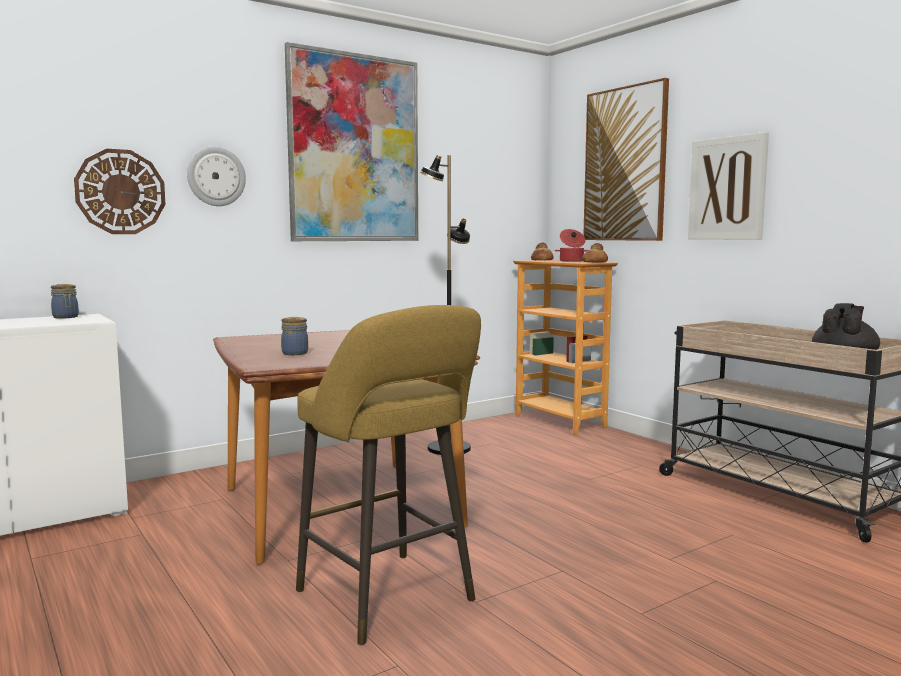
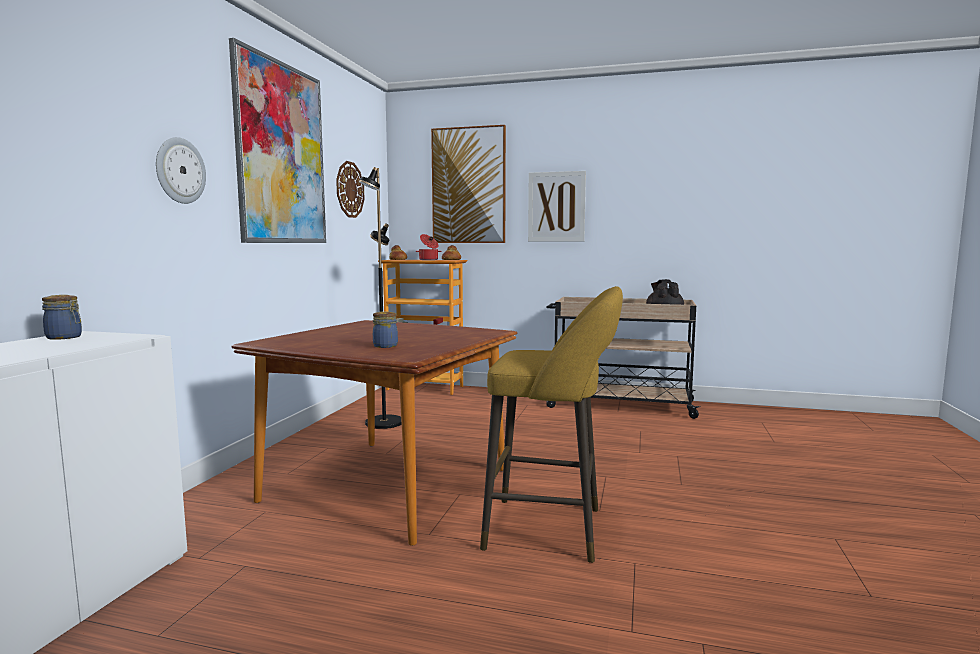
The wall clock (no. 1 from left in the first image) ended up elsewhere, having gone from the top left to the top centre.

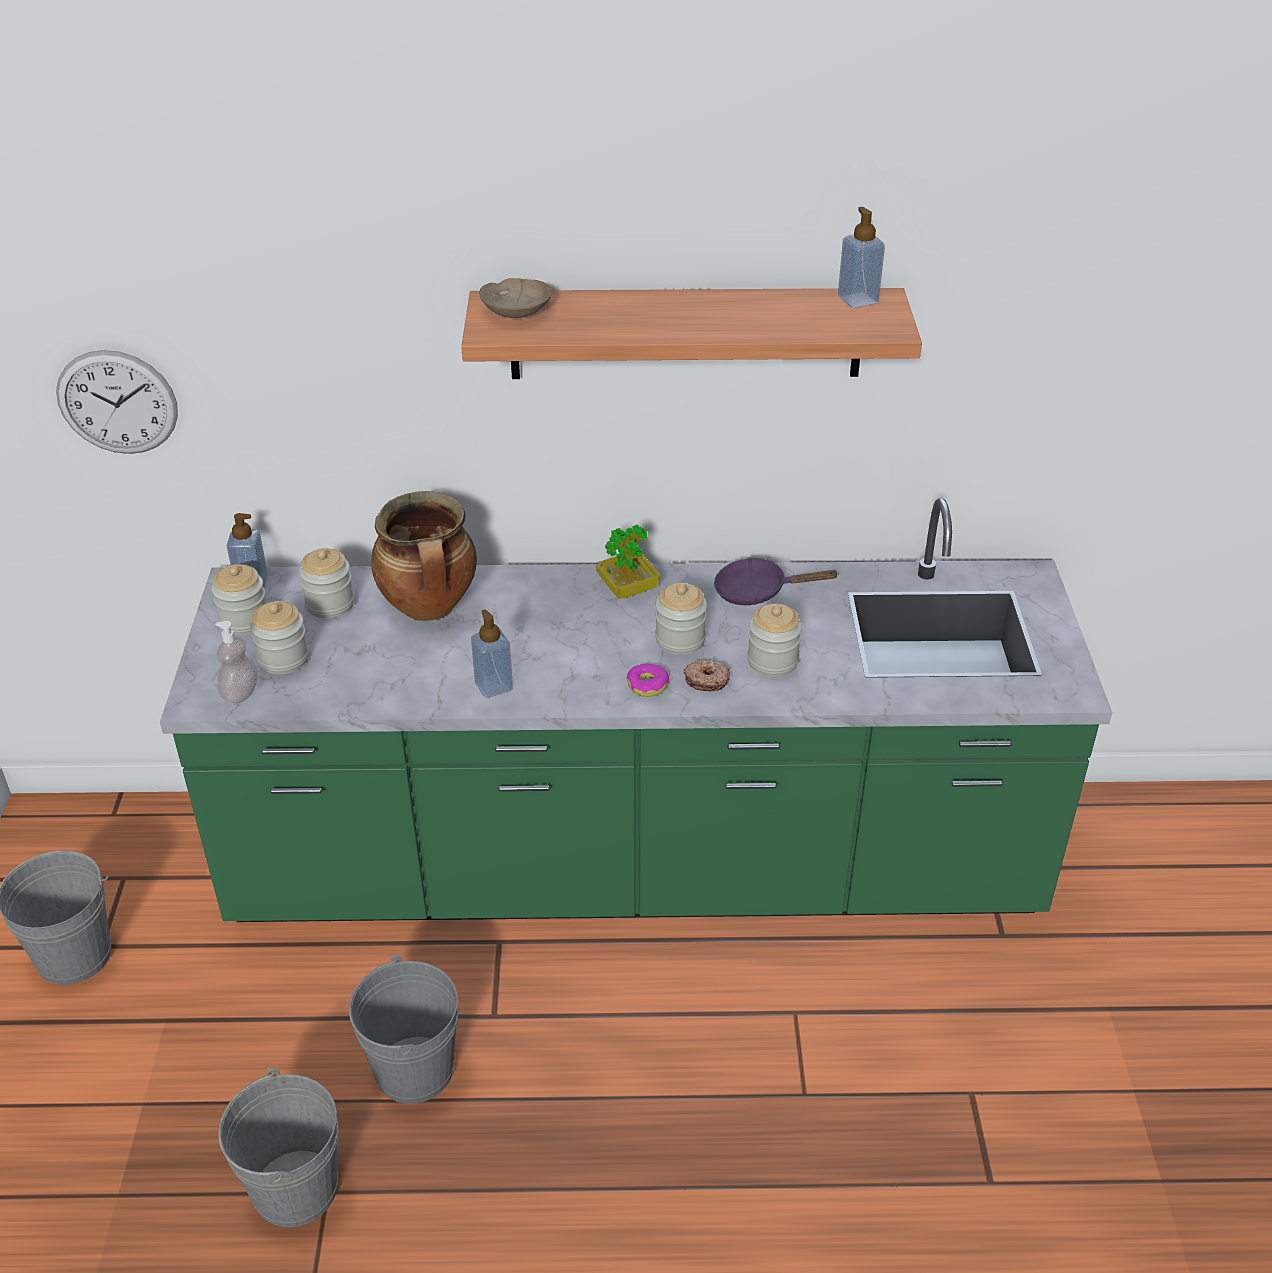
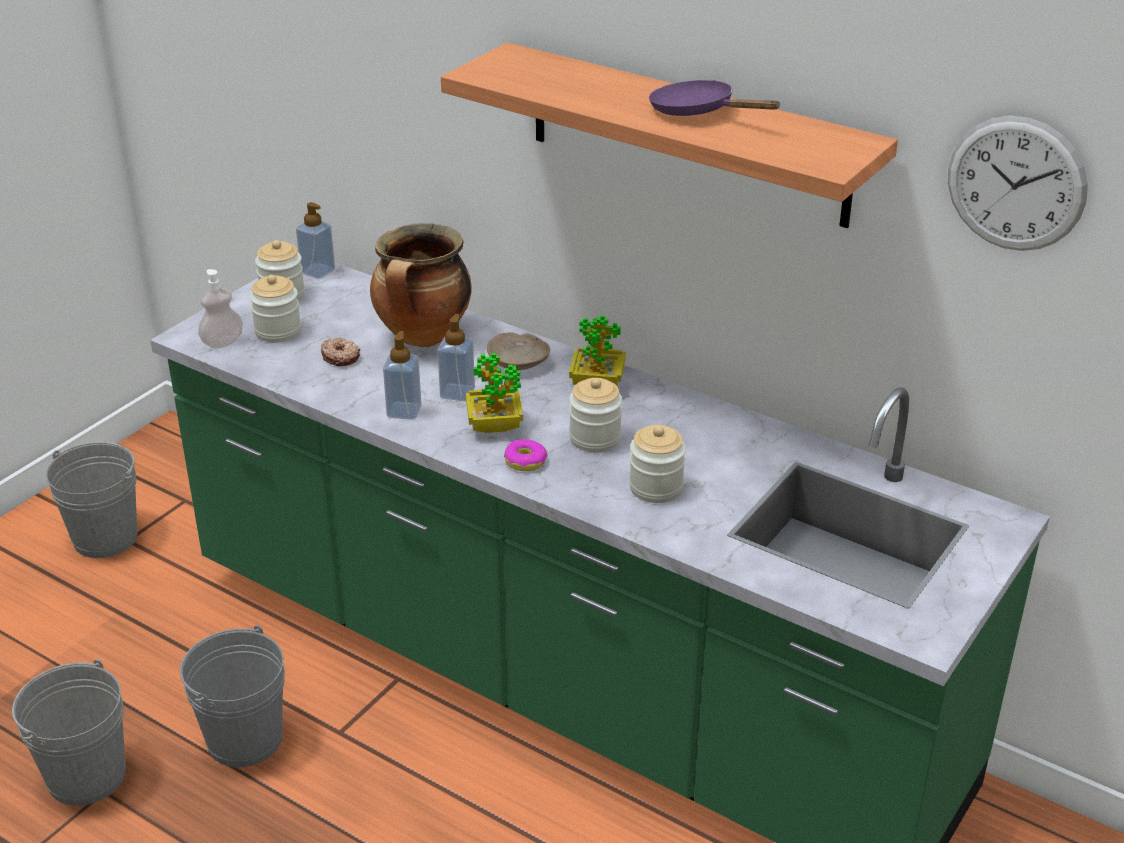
The donut (no. 2 from left in the first image) ended up elsewhere, having gone from the centre to the middle left.
The soap dispenser (no. 4 from left) ended up elsewhere, having gone from the top right to the centre.
The second view gained the potted plant (no. 1 from left) at the centre.
The beige bowl ended up elsewhere, having gone from the top centre to the centre.
The purple frying pan ended up elsewhere, having gone from the centre to the top centre.
The wall clock ended up elsewhere, having gone from the top left to the top right.
The second view lost the jar (no. 3 from left) at the middle left.

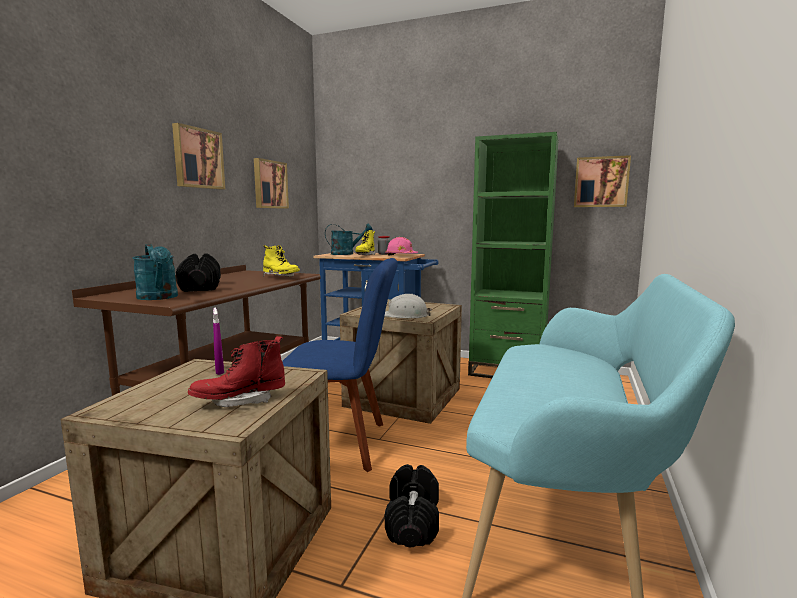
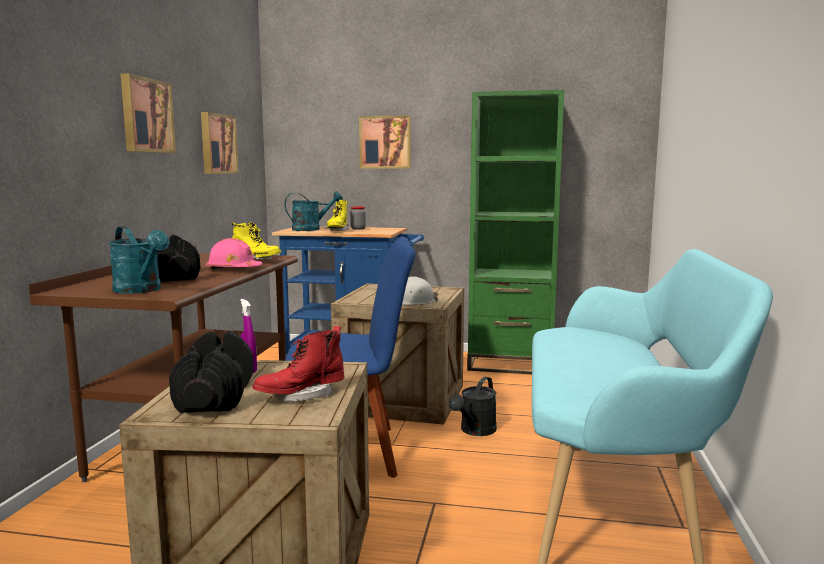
The black dumbbell (no. 2 from left) ended up elsewhere, having gone from the bottom centre to the middle left.
The pink hard hat ended up elsewhere, having gone from the centre to the middle left.
The picture (no. 3 from left) ended up elsewhere, having gone from the top right to the top centre.
The second view gained the black watering can at the bottom centre.

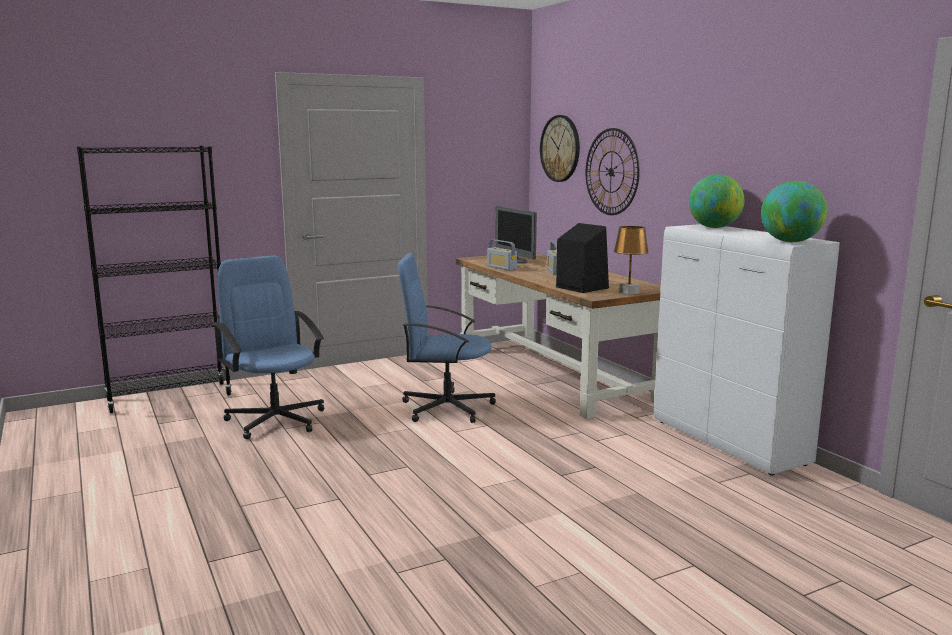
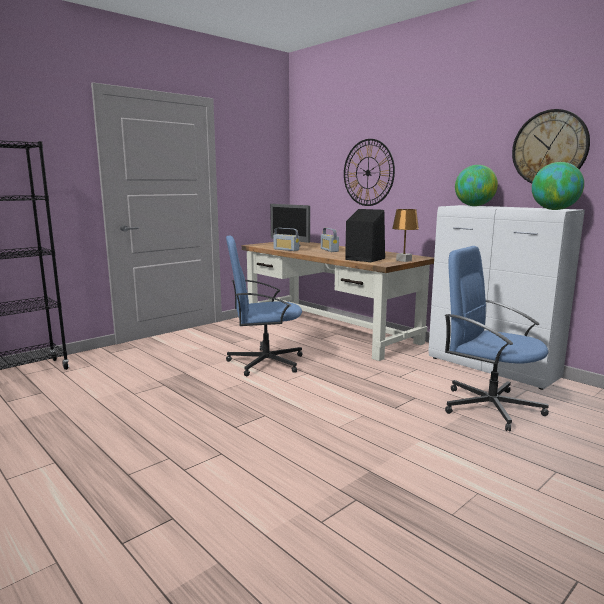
The blue office chair (no. 1 from left in the first image) ended up elsewhere, having gone from the middle left to the middle right.
The wall clock (no. 1 from left in the first image) ended up elsewhere, having gone from the top centre to the top right.

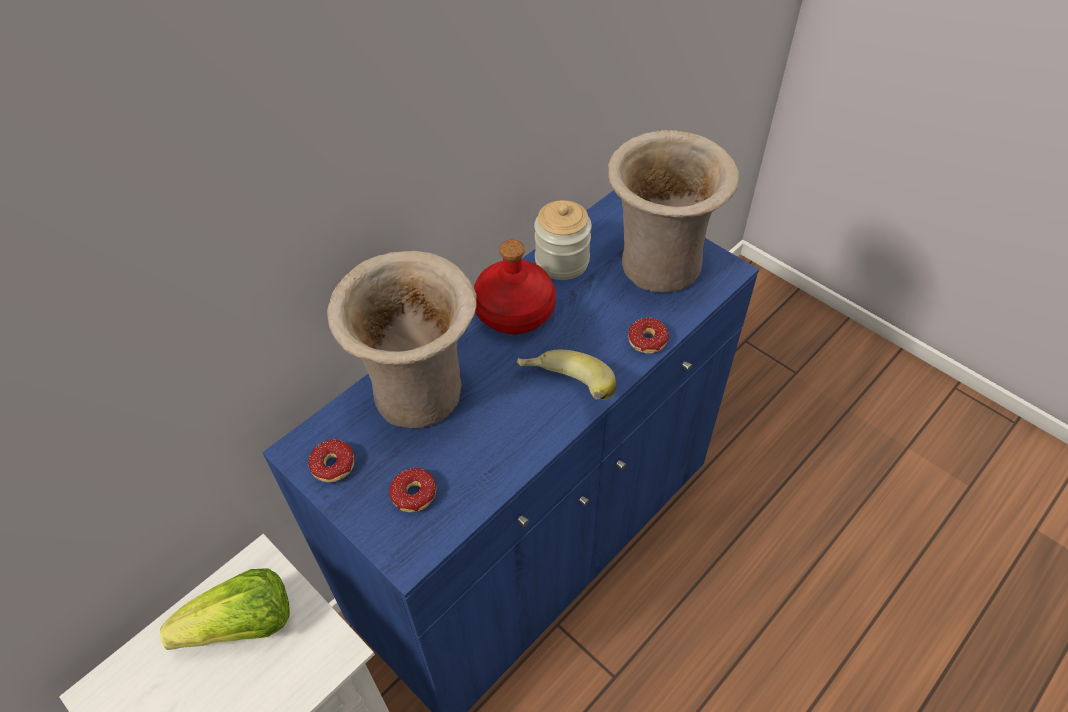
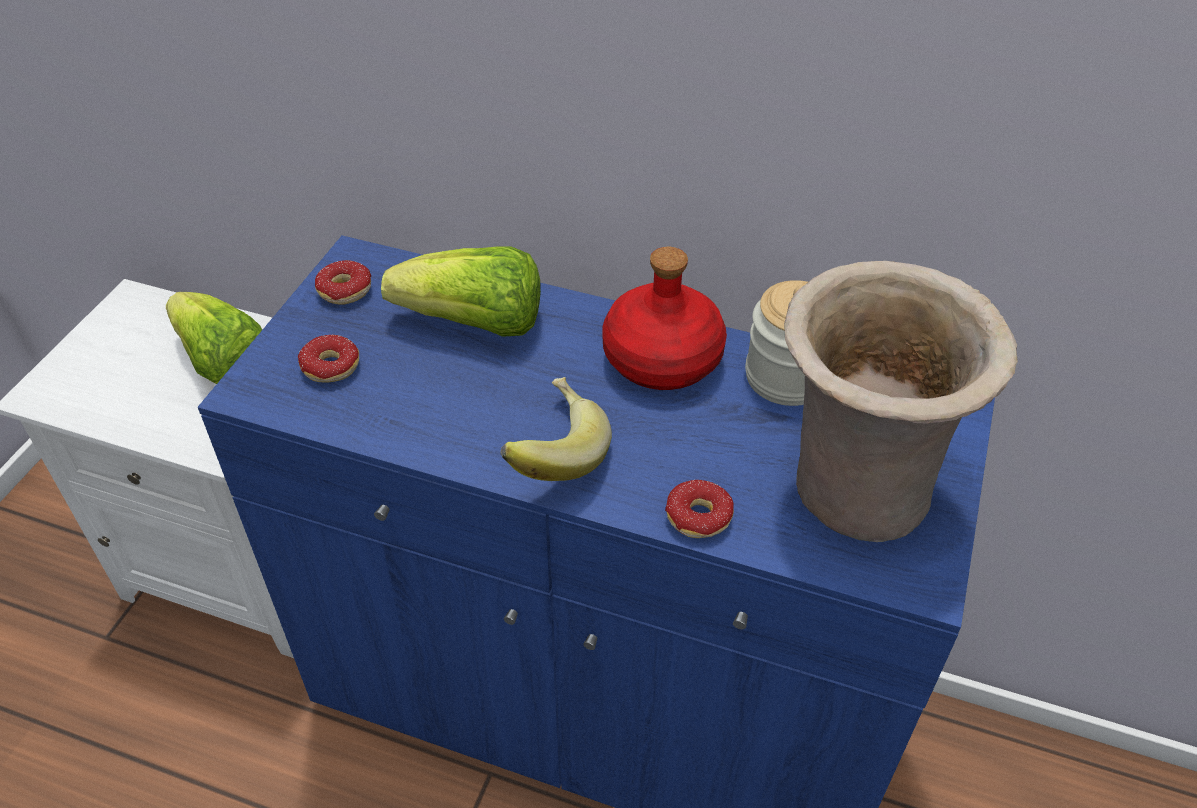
Where the beige vase (no. 1 from left) stood at the centre, the lettuce (no. 2 from left) came to stand at the centre.

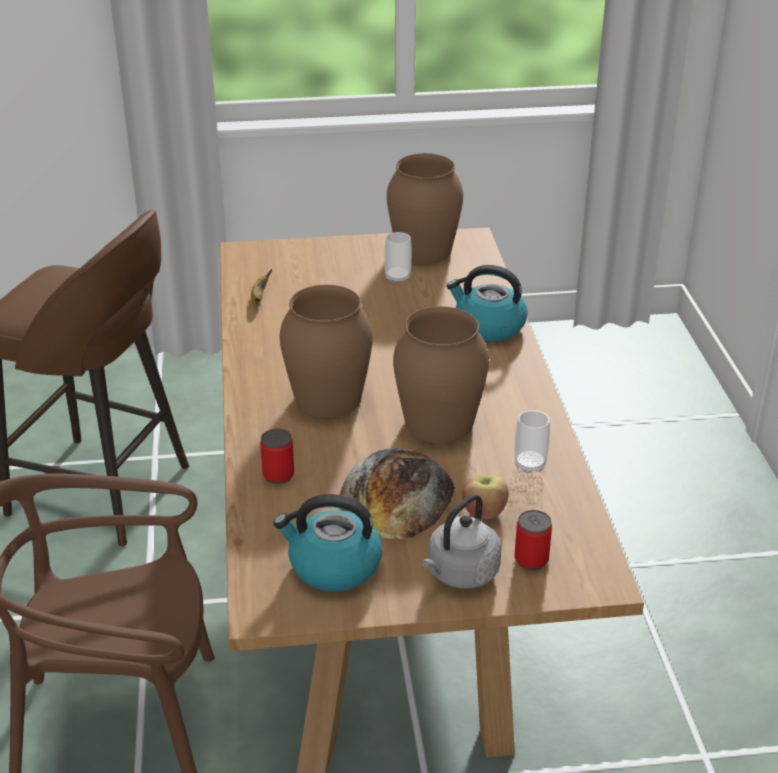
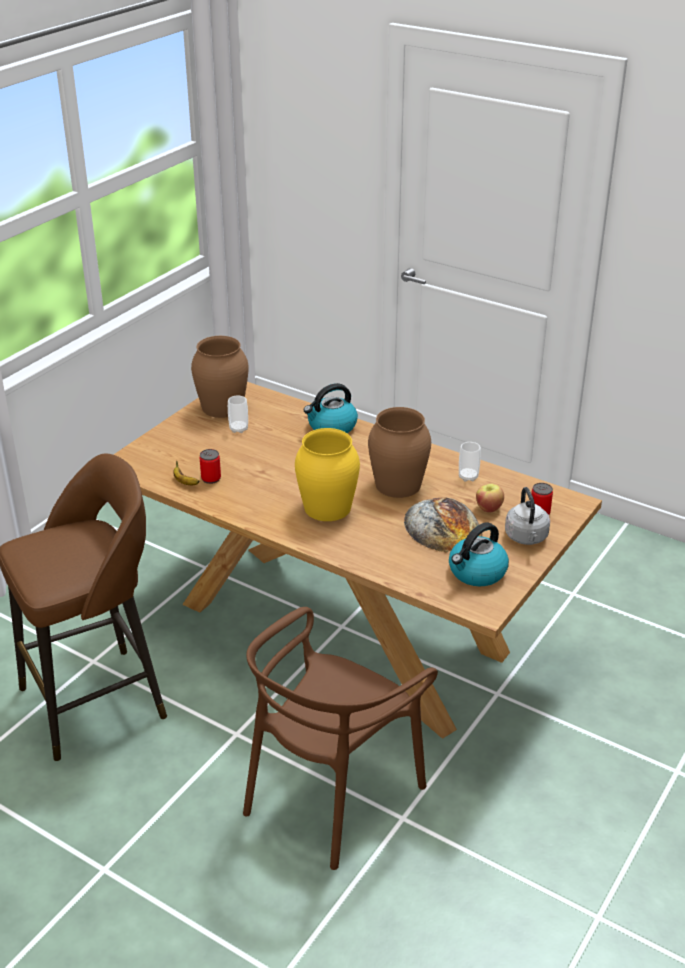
The can (no. 1 from left) ended up elsewhere, having gone from the centre to the middle left.
What was the brown vase (no. 1 from left) at the centre turned into the yellow vase at the centre.

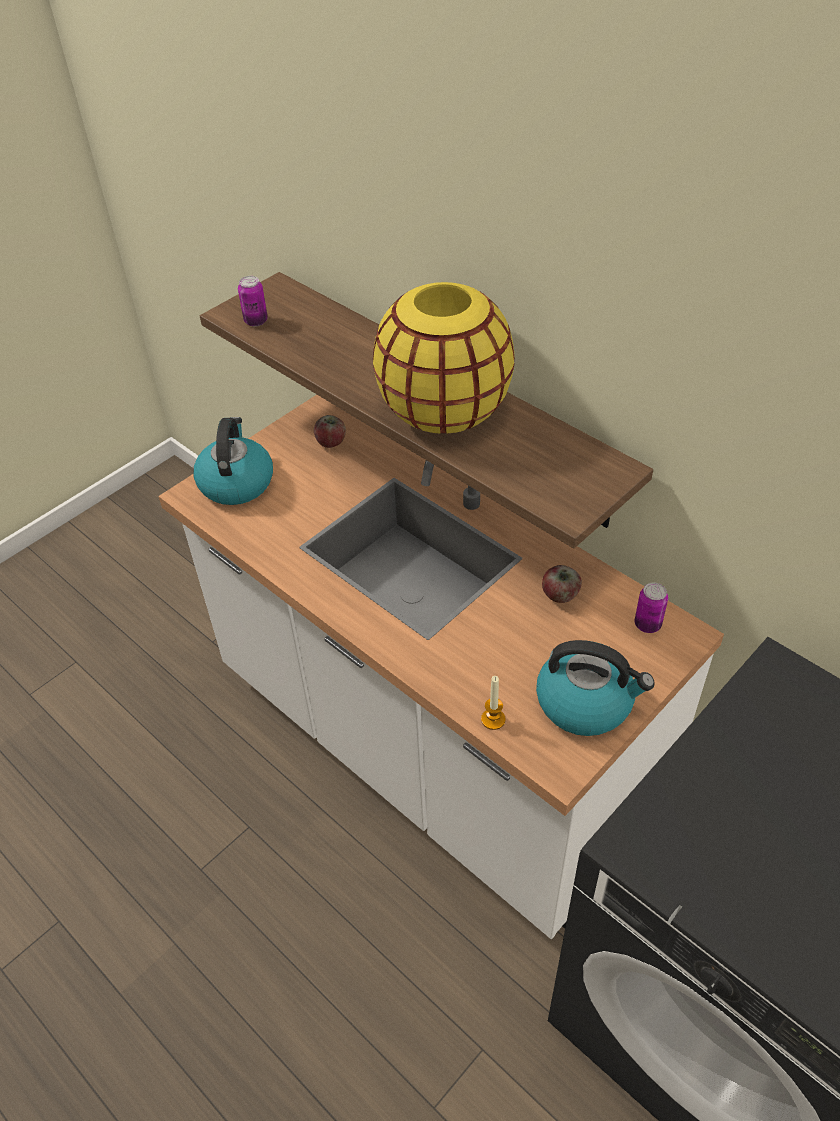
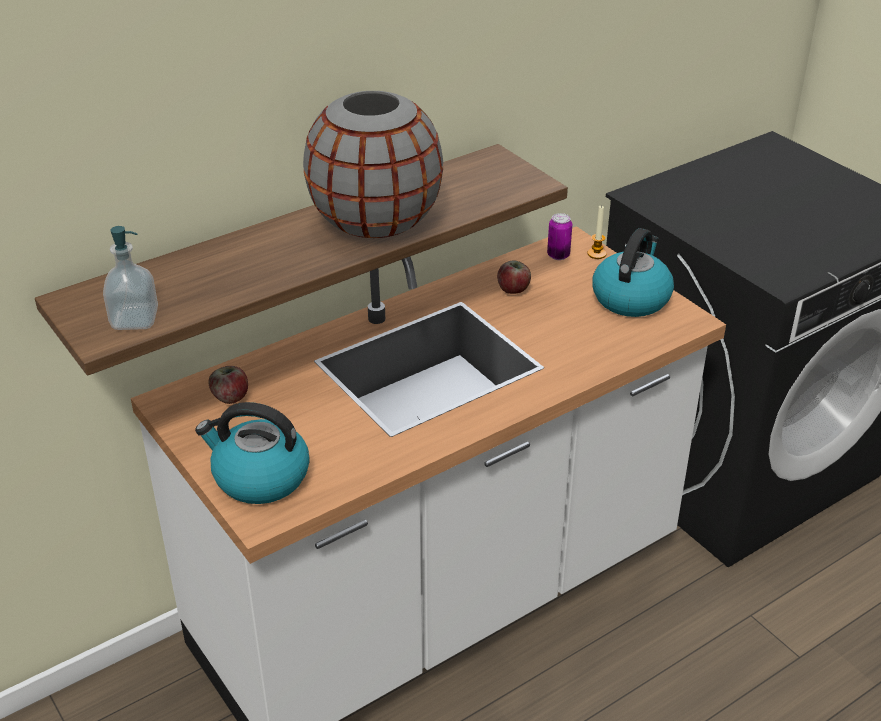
Where the can (no. 1 from left) stood at the top left, the soap dispenser came to stand at the middle left.
What was the yellow vase at the top centre turned into the grey vase at the top centre.
The candle ended up elsewhere, having gone from the centre to the top right.

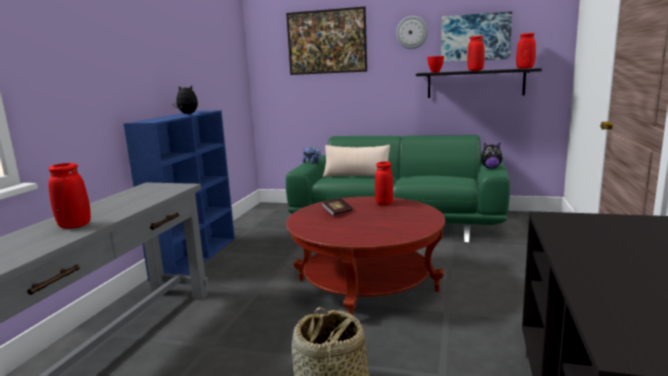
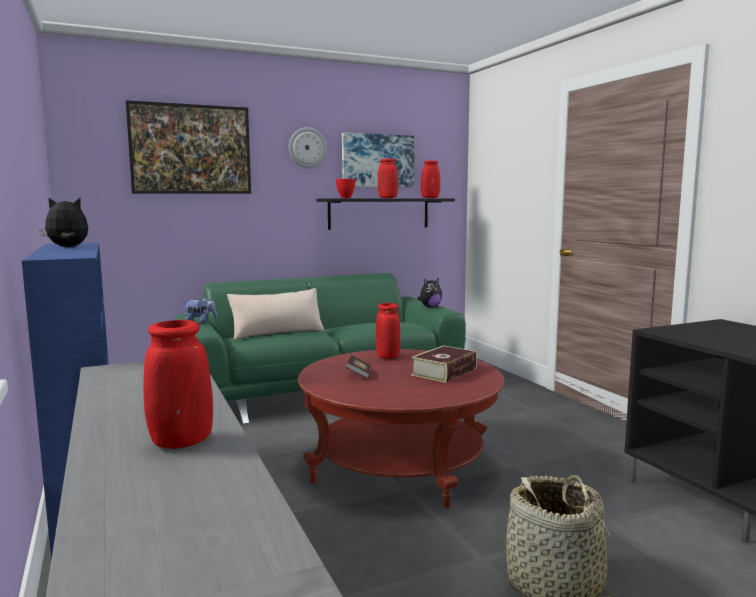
The second view gained the book (no. 2 from left) at the centre.

